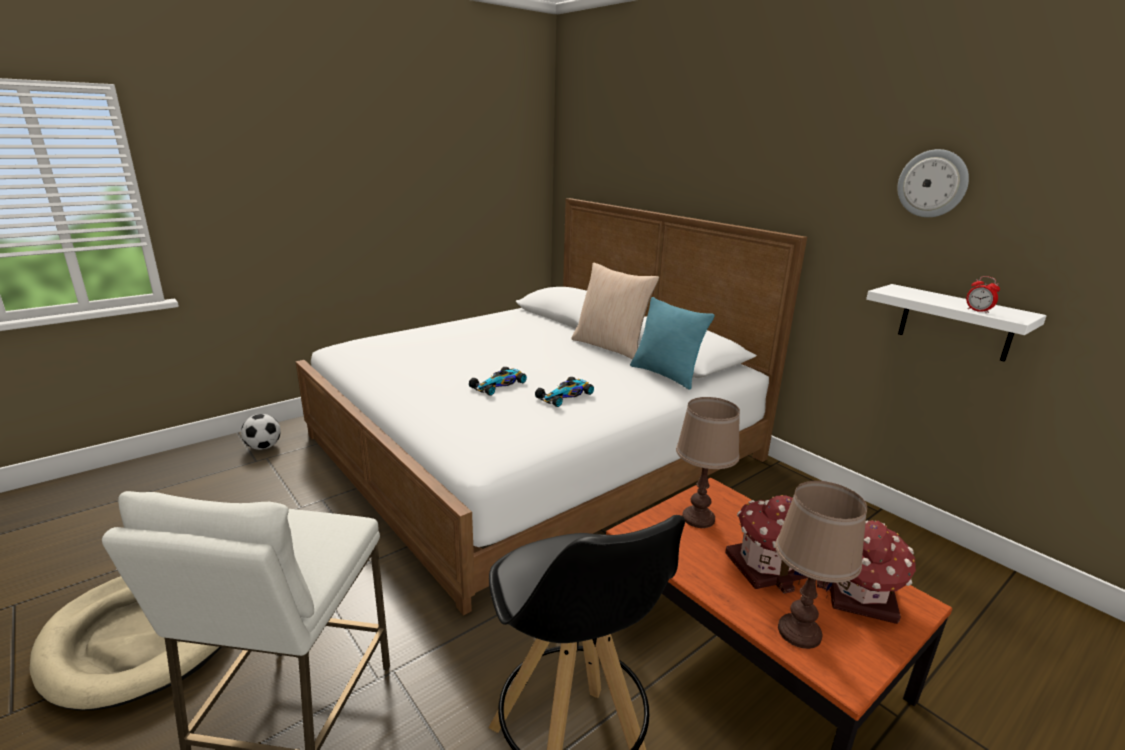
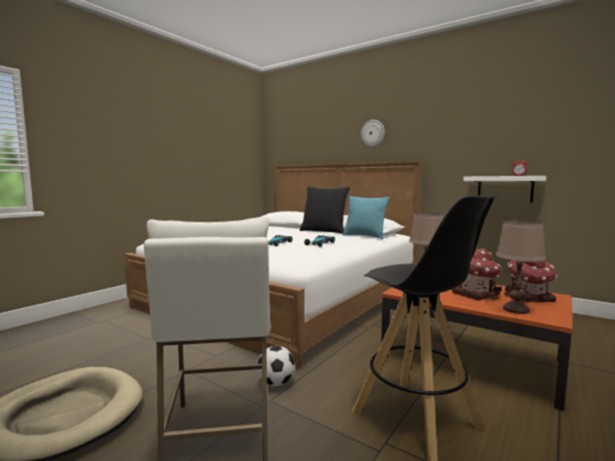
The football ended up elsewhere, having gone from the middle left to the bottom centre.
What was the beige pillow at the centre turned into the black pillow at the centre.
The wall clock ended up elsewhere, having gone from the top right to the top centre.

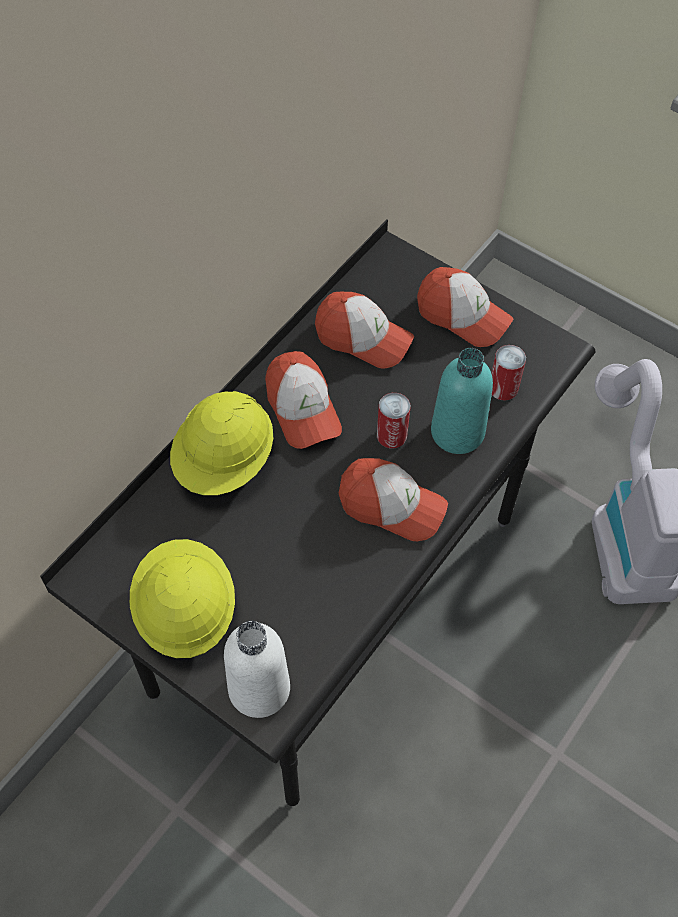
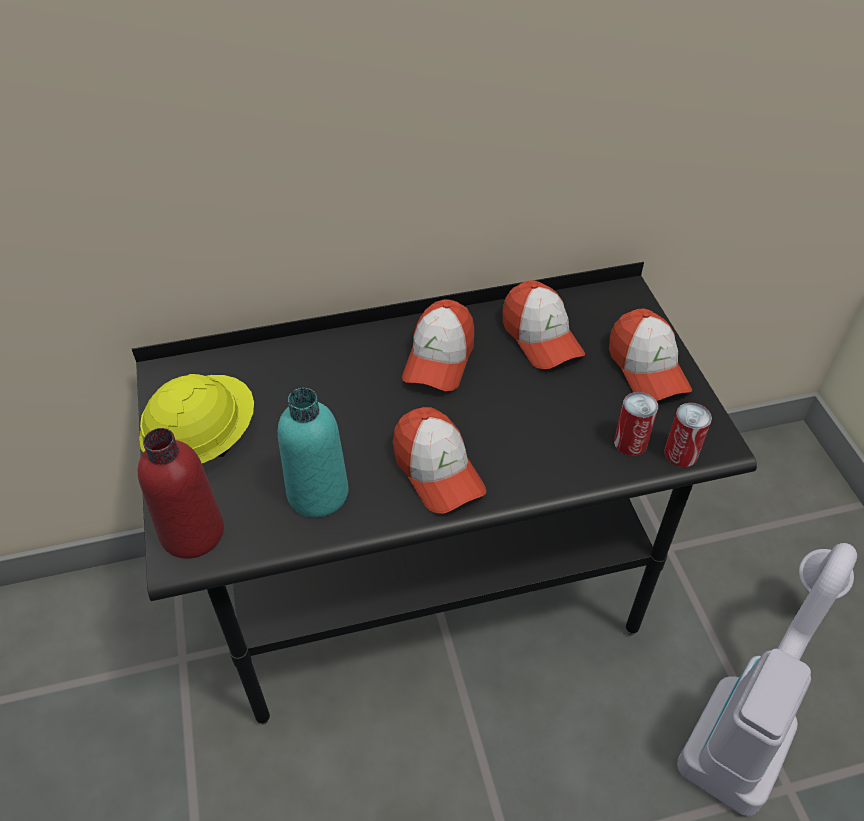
What was the white bottle at the bottom centre turned into the red bottle at the middle left.
The turquoise bottle ended up elsewhere, having gone from the middle right to the centre.
The can (no. 1 from left in the first image) ended up elsewhere, having gone from the centre to the middle right.
The second view lost the yellow hard hat (no. 2 from left) at the middle left.

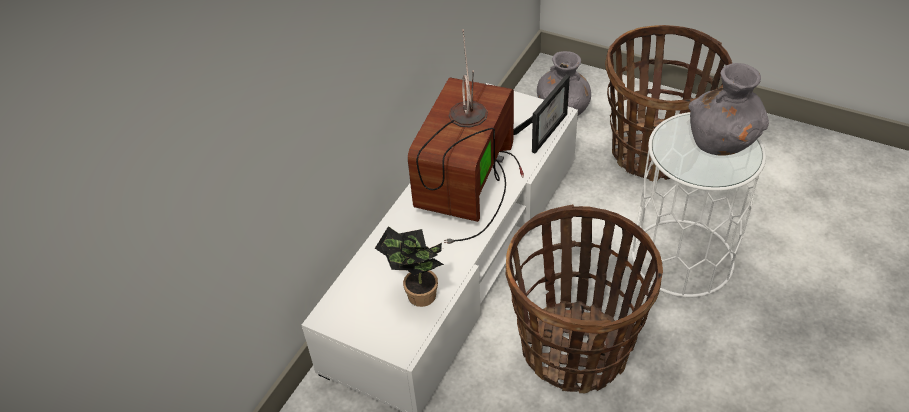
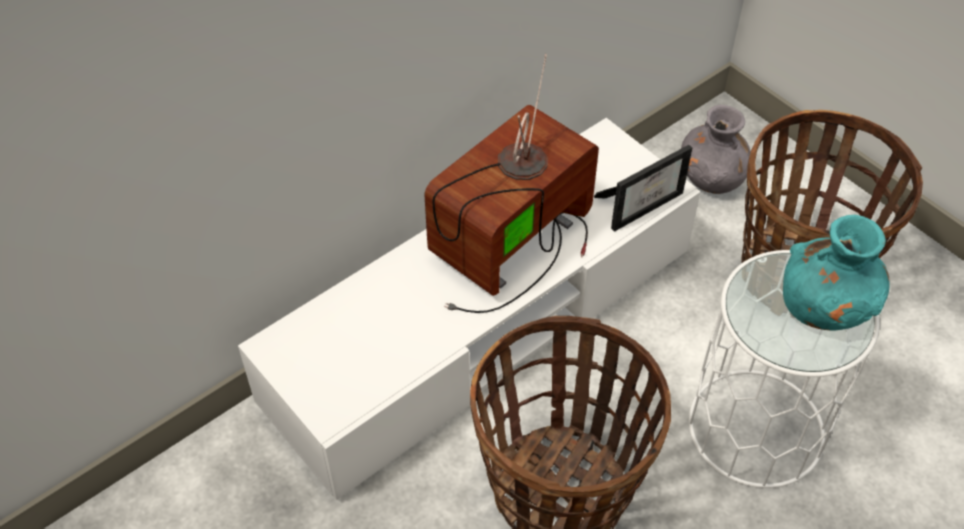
What was the grey vase (no. 2 from left) at the top right turned into the turquoise vase at the middle right.
The second view lost the potted plant at the centre.

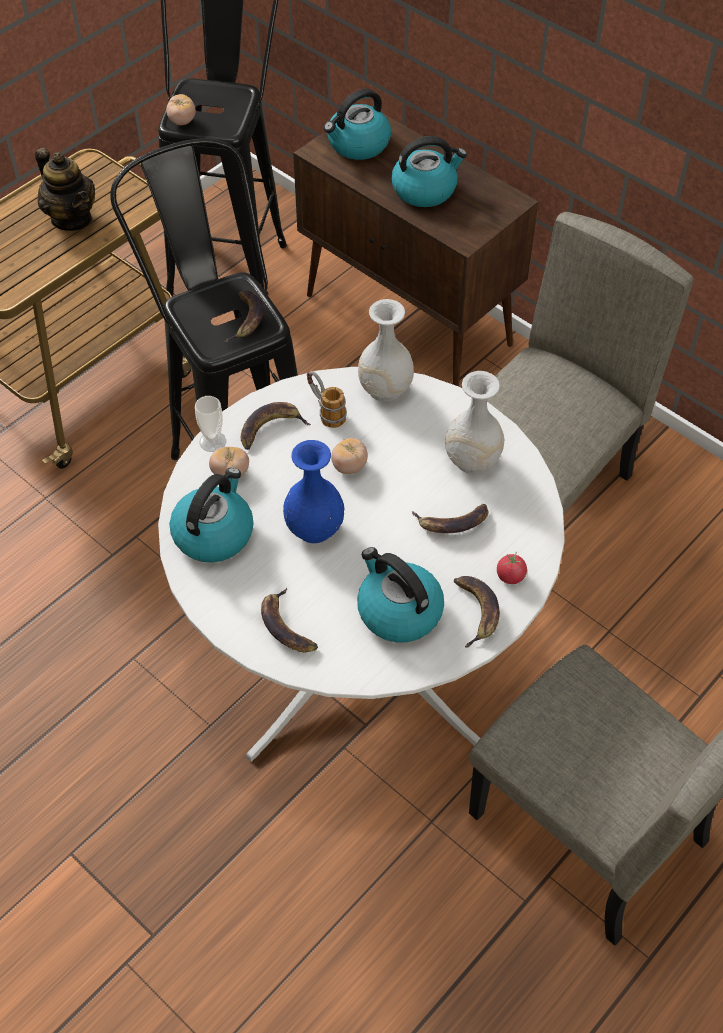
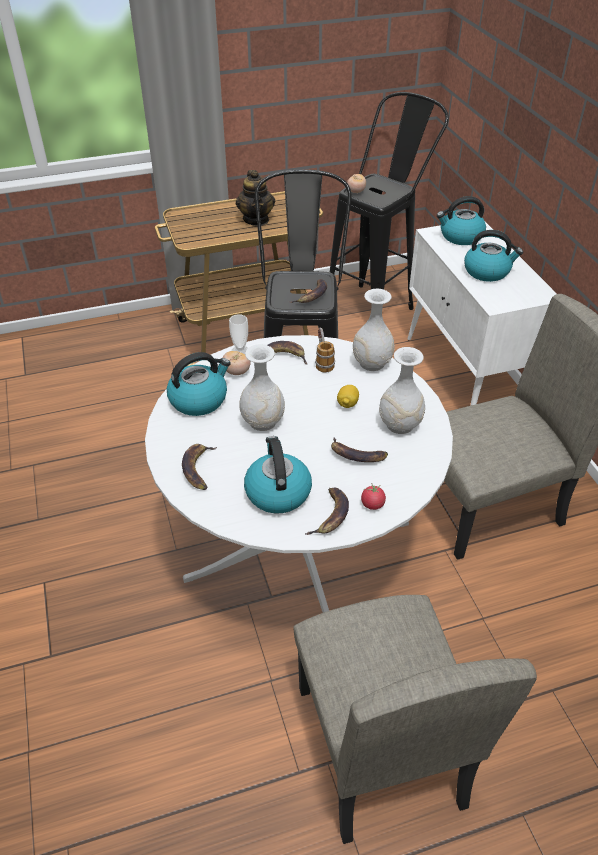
What was the blue vase at the centre turned into the white vase (no. 1 from left) at the centre.
The second view gained the lemon at the centre.
What was the brown cabinet at the top centre turned into the white cabinet at the middle right.
The second view lost the tomato (no. 3 from left) at the centre.

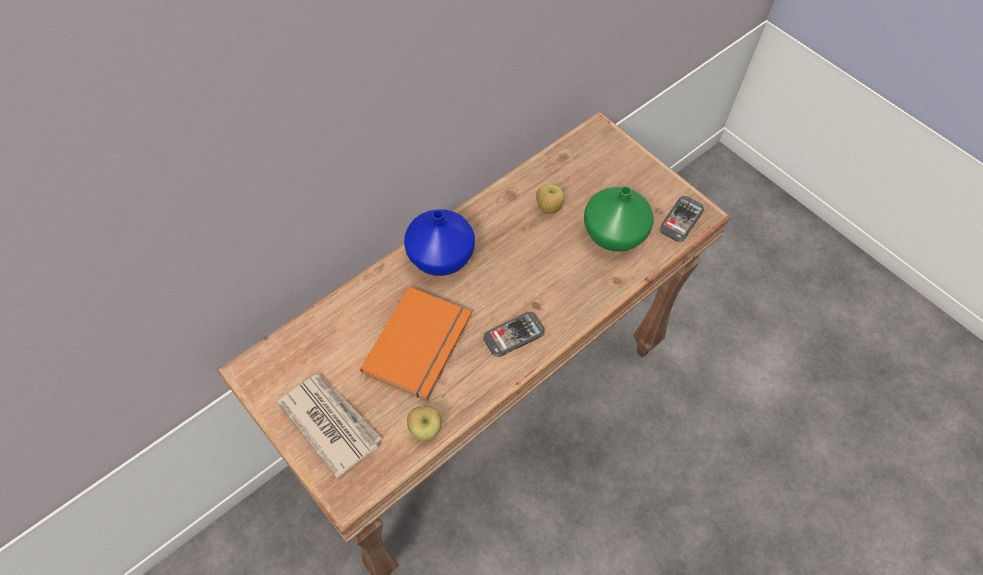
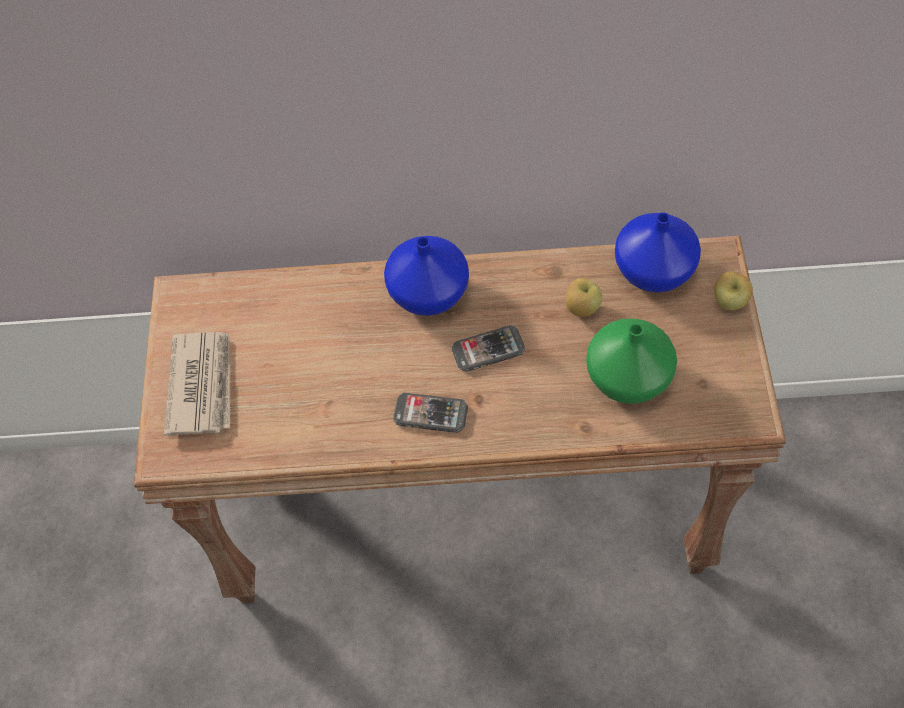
The phone (no. 2 from left) ended up elsewhere, having gone from the middle right to the centre.
The second view gained the blue vase (no. 2 from left) at the middle right.
The apple (no. 1 from left in the first image) ended up elsewhere, having gone from the bottom centre to the middle right.
The second view lost the orange book at the centre.

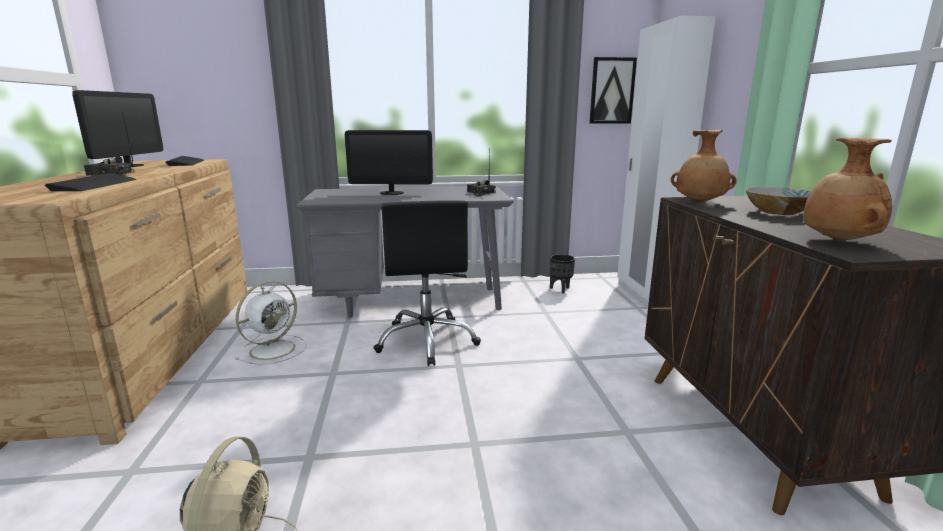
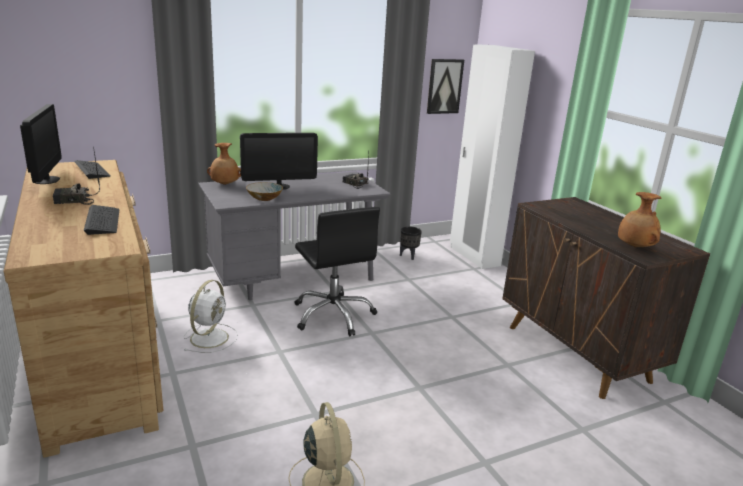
The brown vase (no. 1 from left) ended up elsewhere, having gone from the top right to the middle left.
The bowl ended up elsewhere, having gone from the middle right to the centre.

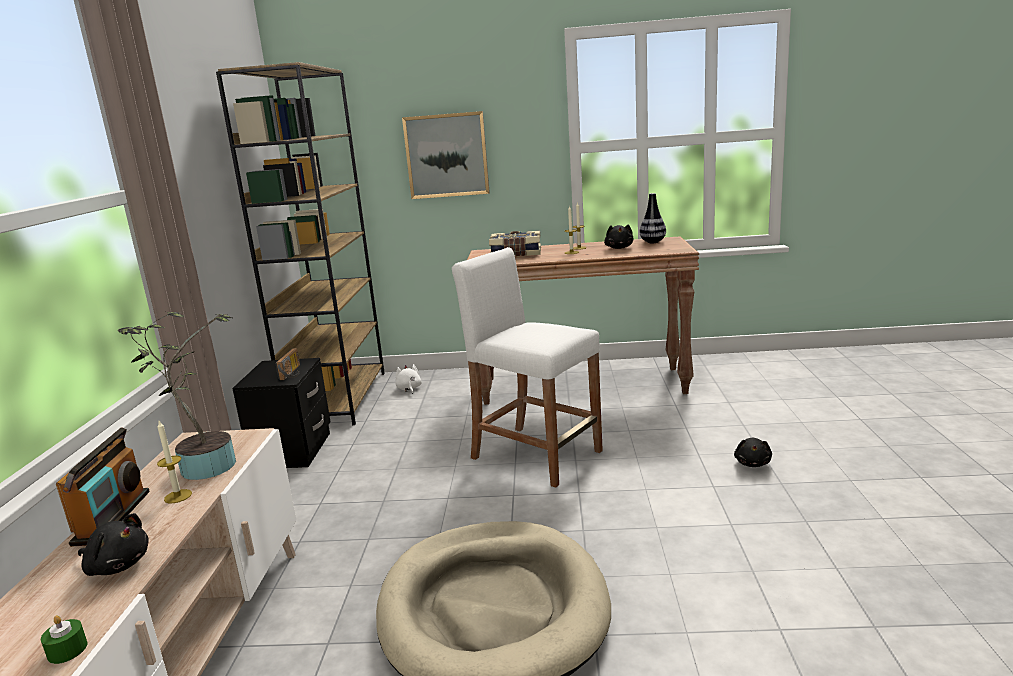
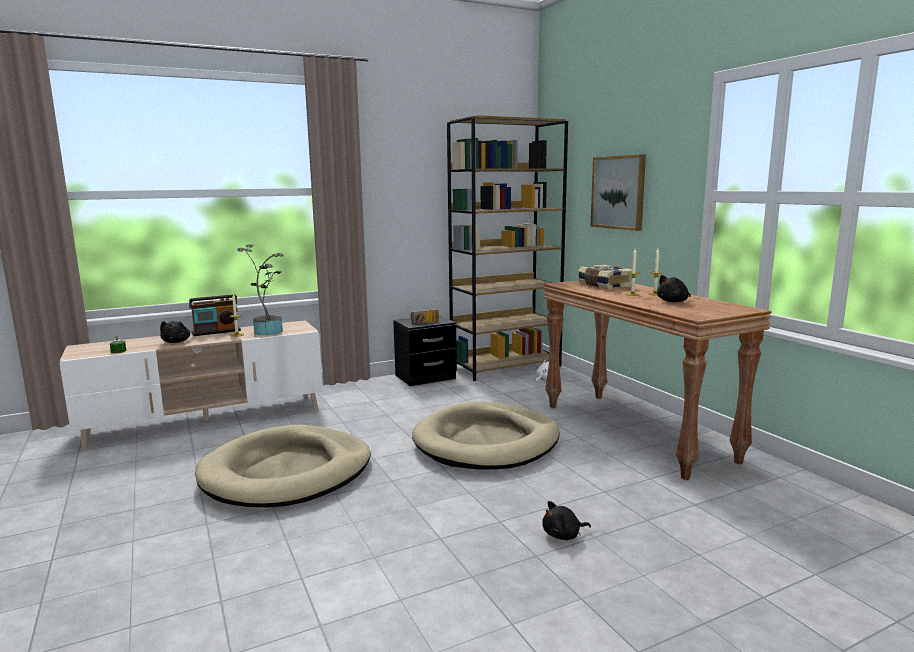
Where the white stool stood at the centre, the beige dog bed (no. 2 from left) came to stand at the bottom centre.
The second view lost the vase at the top centre.

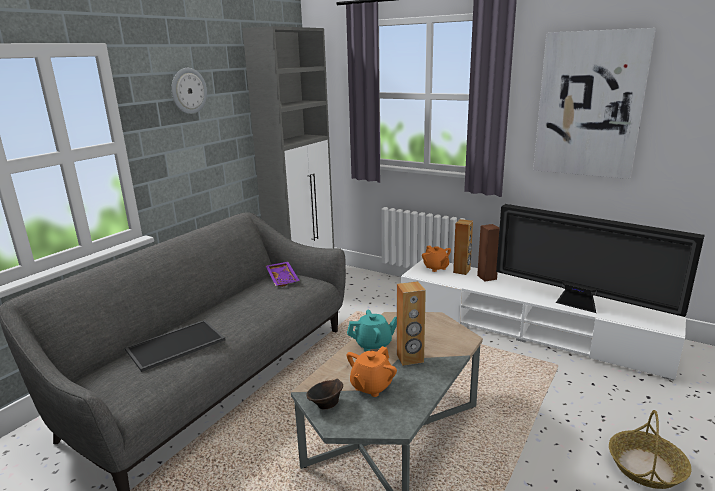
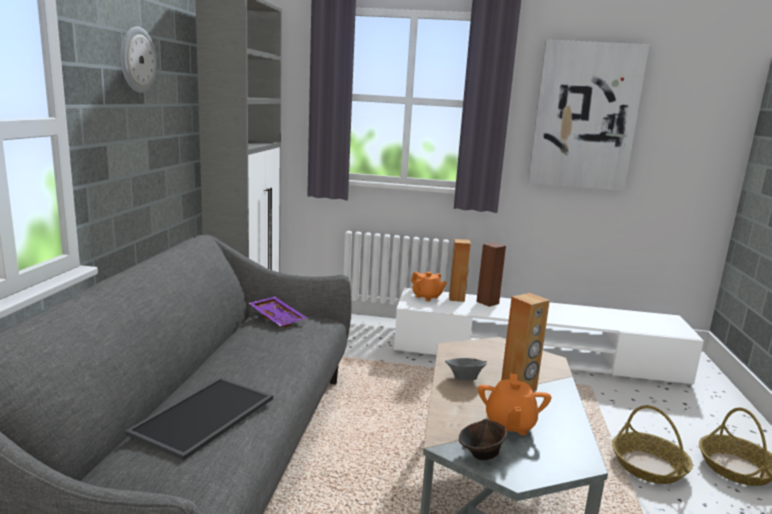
Where the turquoise teapot stood at the bottom centre, the grey bowl came to stand at the bottom centre.
The second view gained the basket (no. 1 from left) at the bottom right.
The second view lost the television at the middle right.

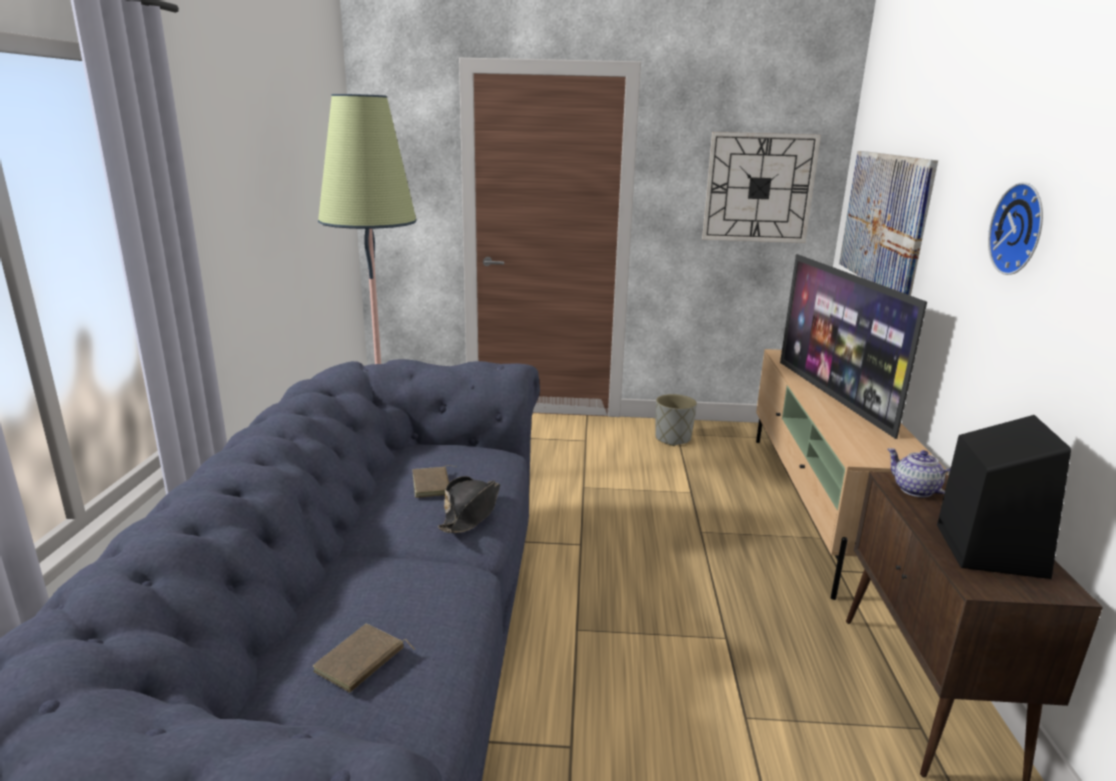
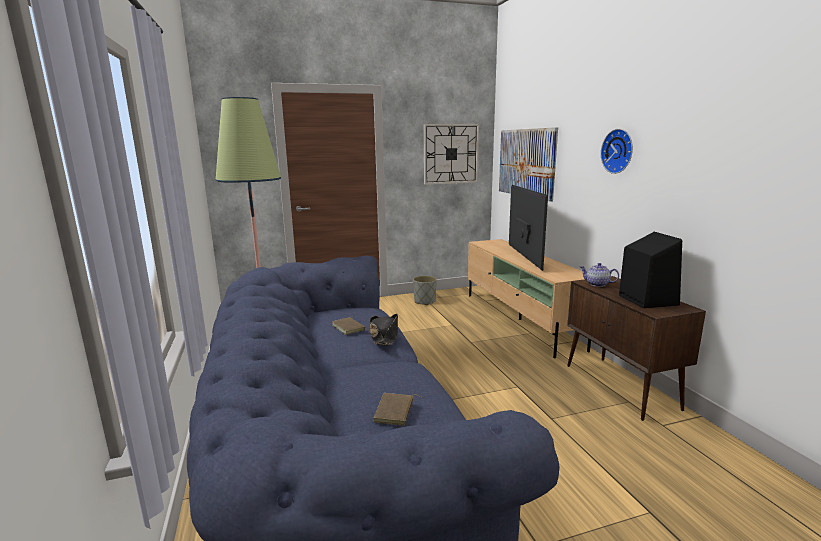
The television at the middle right ended up facing another way, 150 degrees counterclockwise from before.

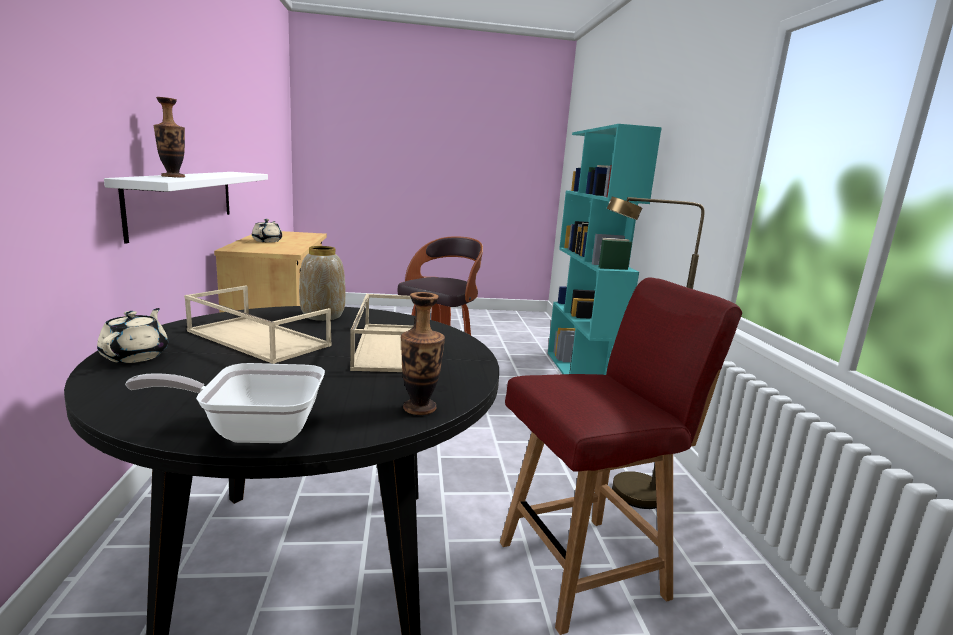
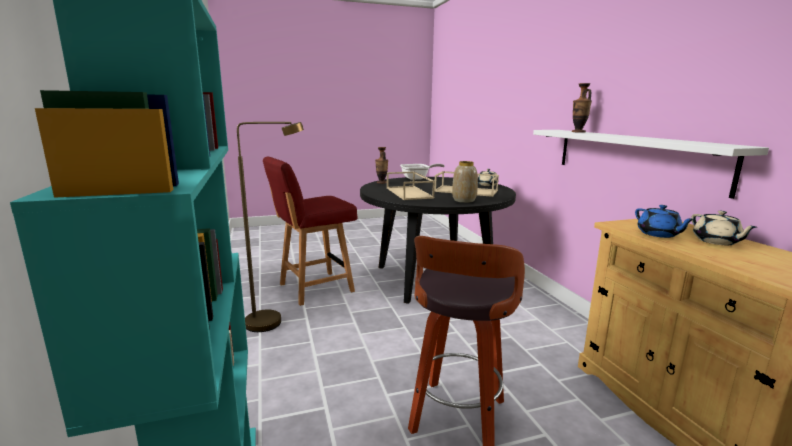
The second view gained the blue teapot at the middle right.

